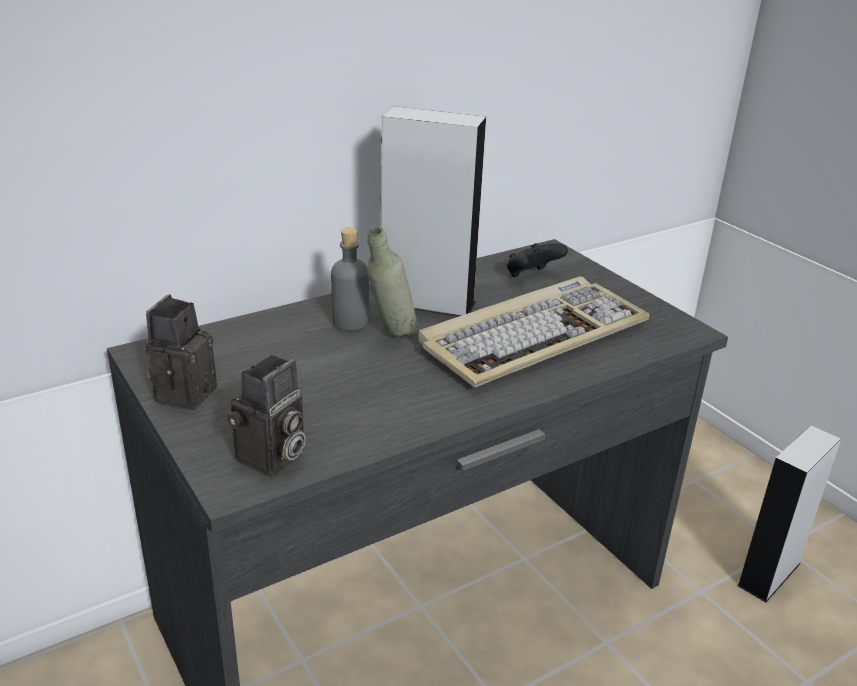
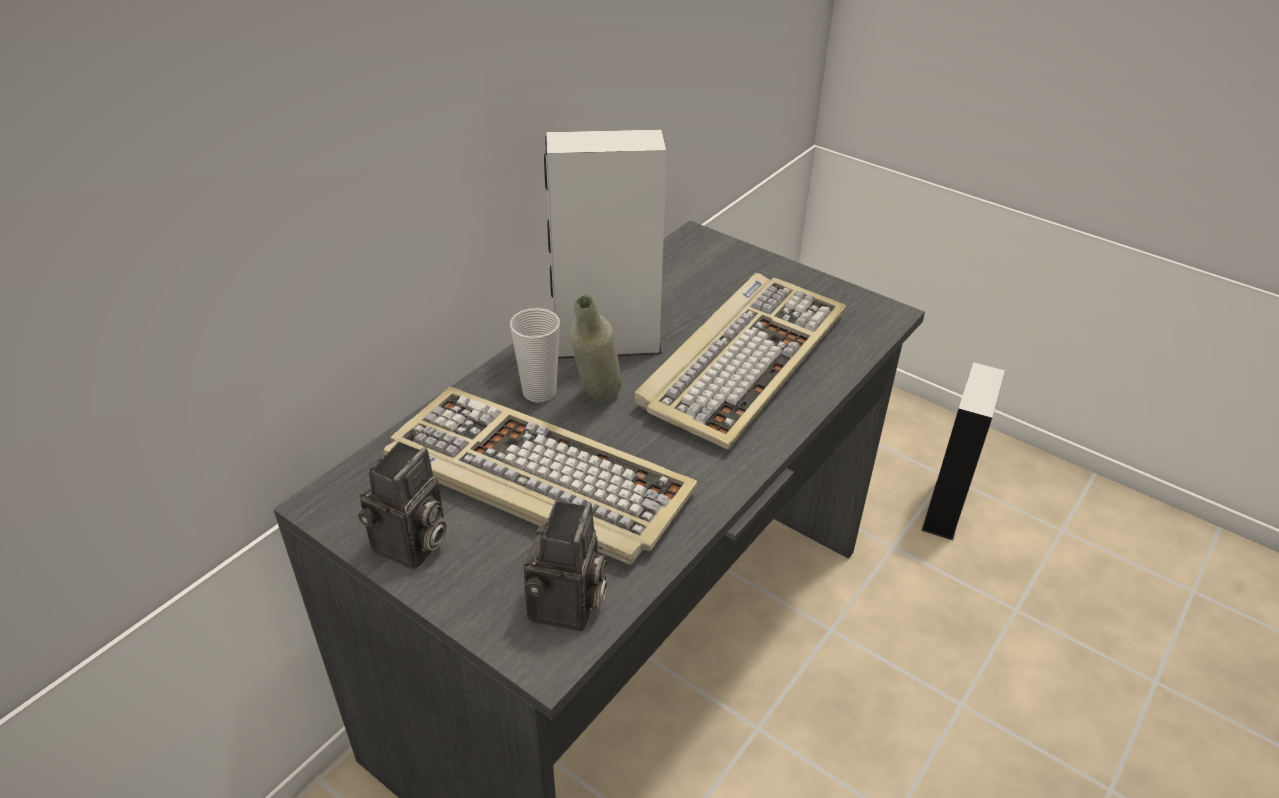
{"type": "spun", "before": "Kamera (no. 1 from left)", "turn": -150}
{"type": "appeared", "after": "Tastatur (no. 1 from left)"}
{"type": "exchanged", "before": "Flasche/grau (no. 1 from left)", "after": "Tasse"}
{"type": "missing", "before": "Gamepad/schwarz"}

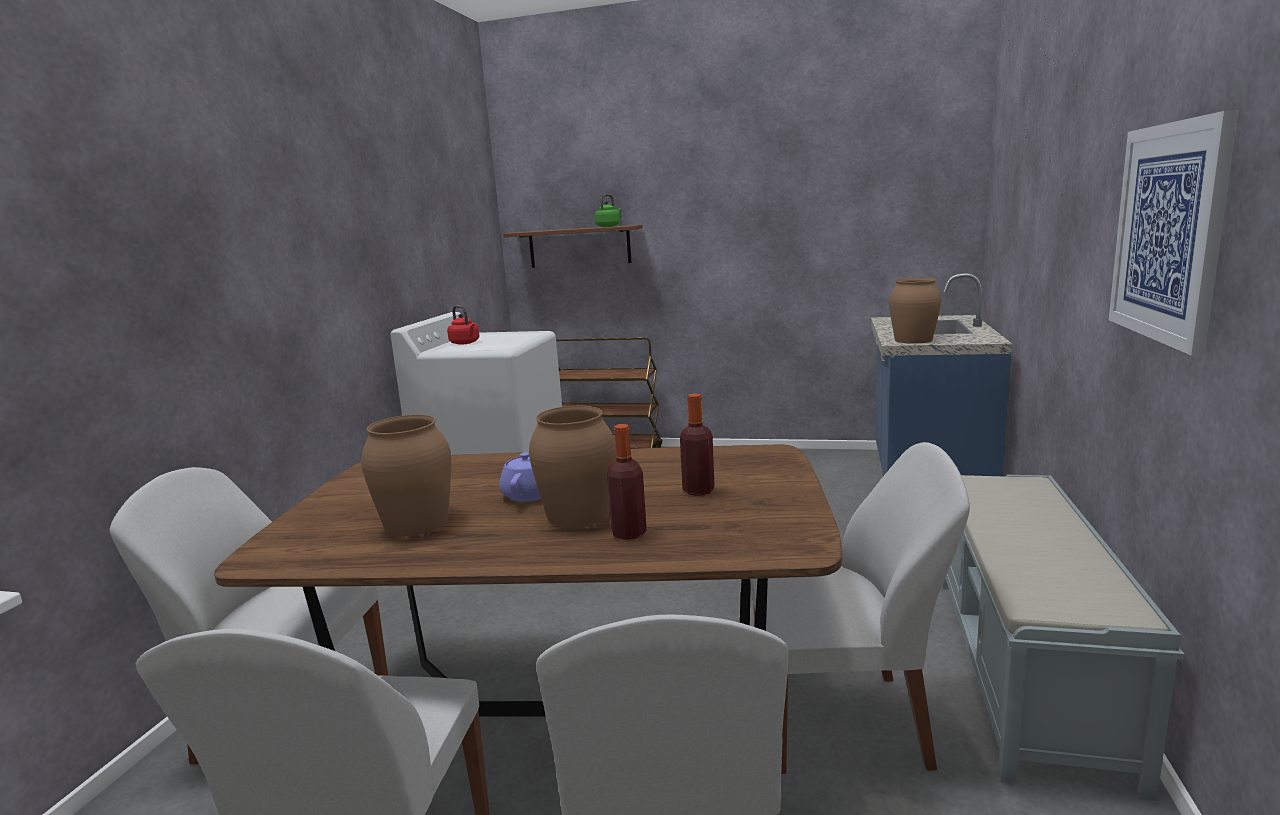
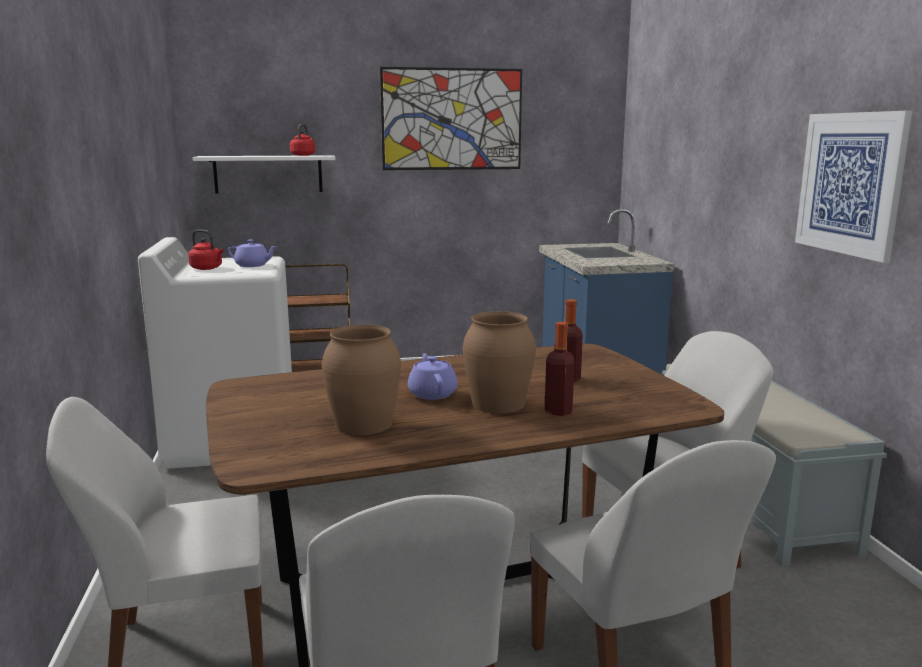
{"type": "colour", "before": "Wandregal/braun", "after": "Wandregal/weiß"}
{"type": "appeared", "after": "Teekanne/lila (no. 1 from left)"}
{"type": "colour", "before": "Wasserkessel/grün", "after": "Wasserkessel/rot (no. 2 from left)"}
{"type": "appeared", "after": "Bild (no. 1 from left)"}
{"type": "missing", "before": "Vase/braun (no. 3 from left)"}

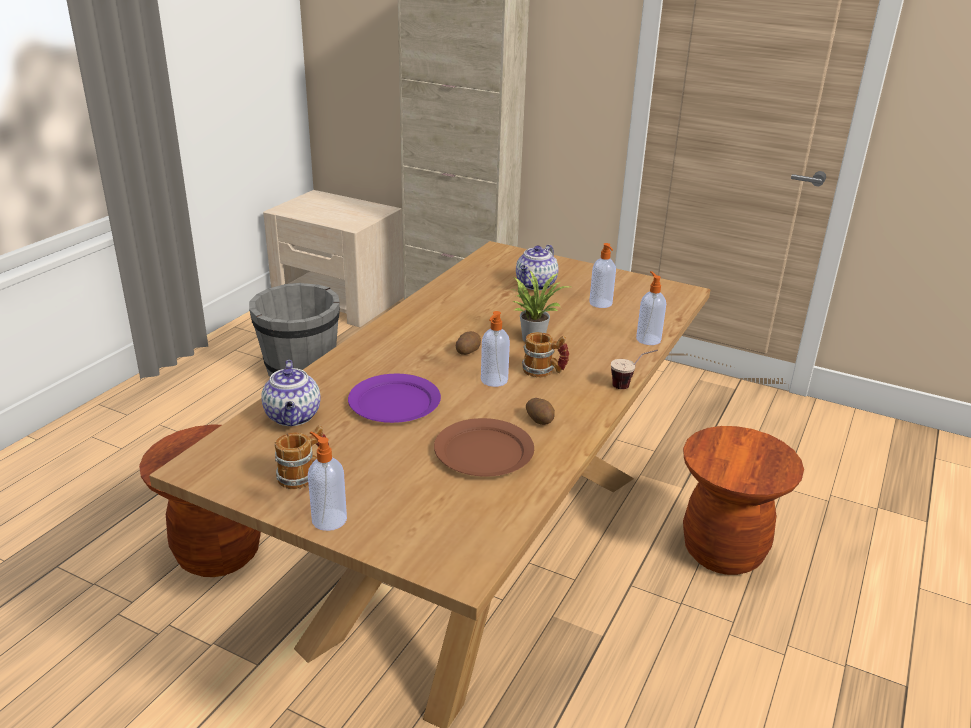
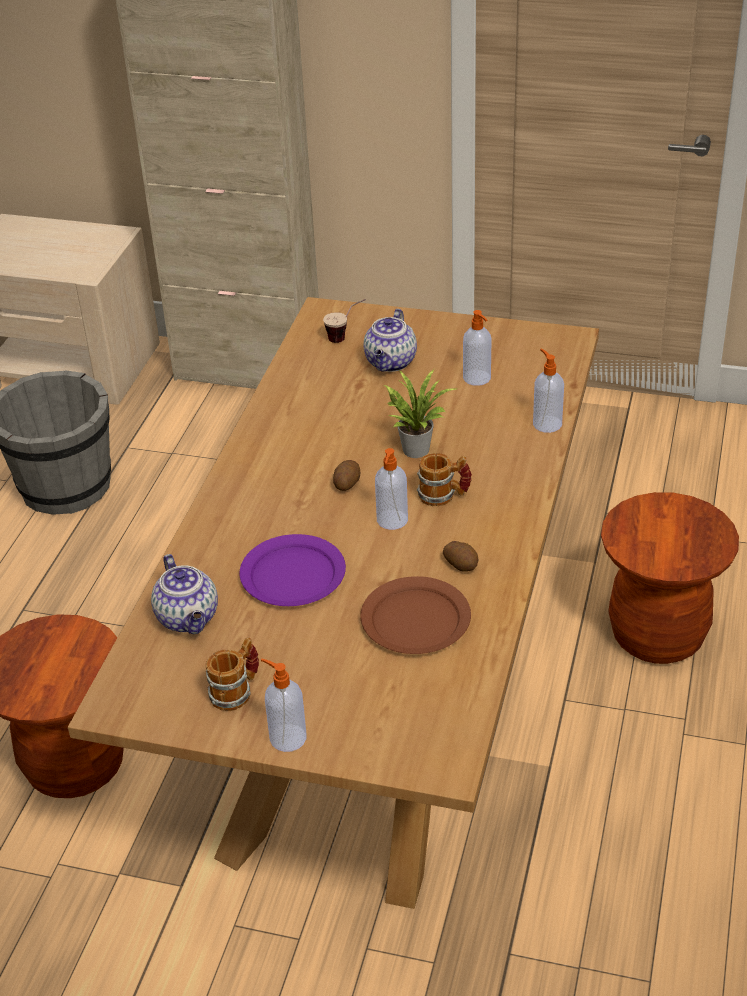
{"type": "relocated", "before": "Tasse"}

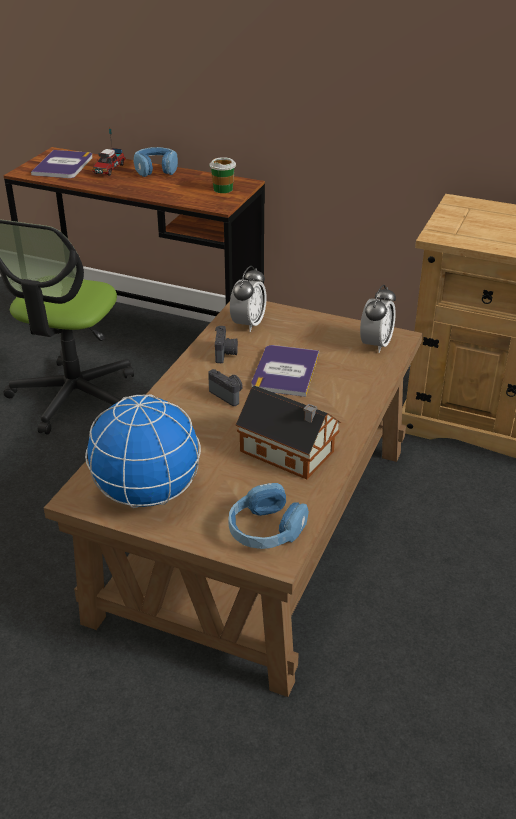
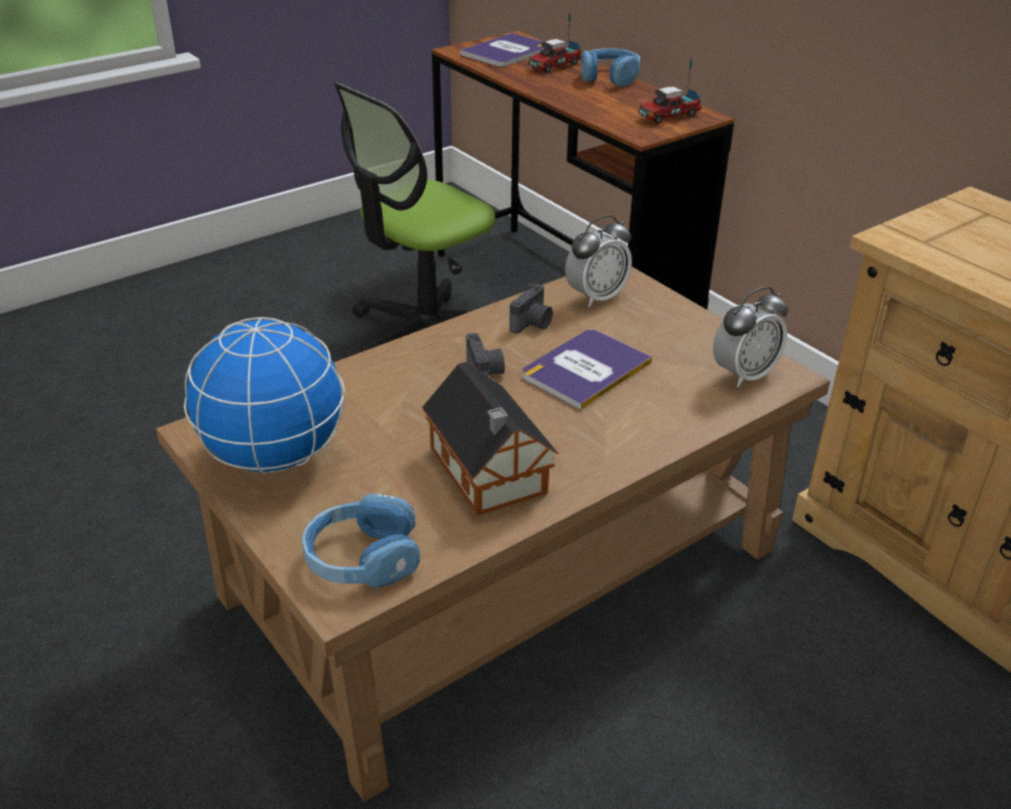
{"type": "exchanged", "before": "Tasse", "after": "Spielzeuglaster (no. 2 from left)"}

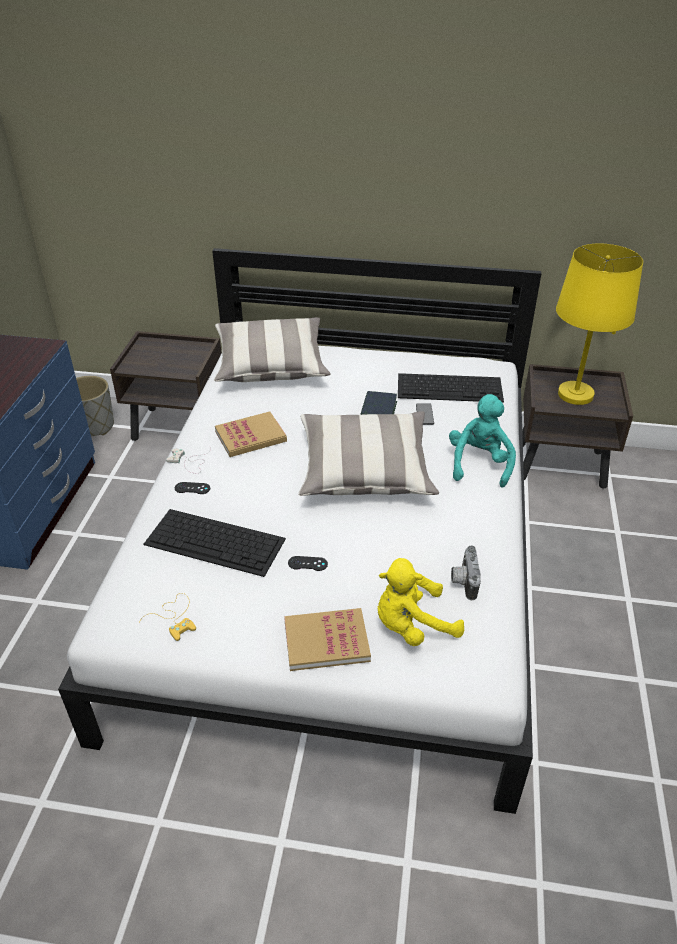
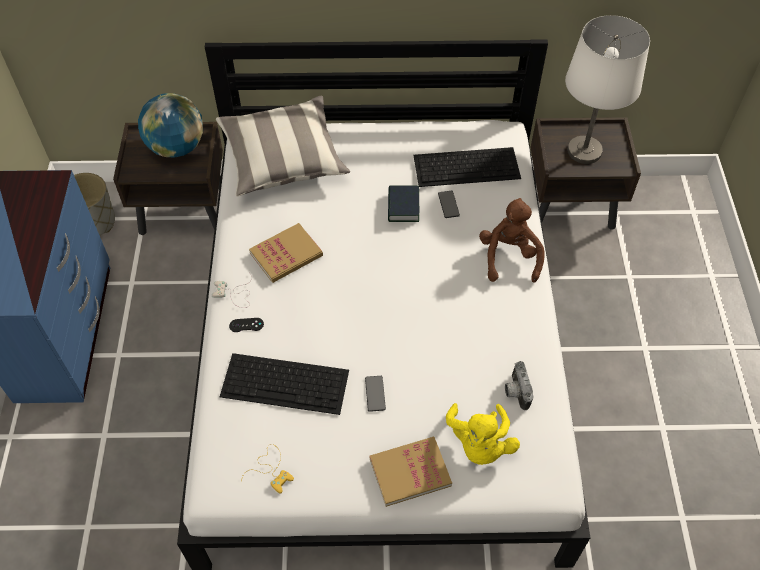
{"type": "appeared", "after": "Globus"}
{"type": "exchanged", "before": "Gamepad/schwarz (no. 2 from left)", "after": "Handy (no. 1 from left)"}
{"type": "spun", "before": "Plüschtier/gelb", "turn": -60}
{"type": "colour", "before": "Plüschtier/türkis", "after": "Plüschtier/braun"}
{"type": "colour", "before": "Tischlampe/gelb", "after": "Tischlampe/weiß"}
{"type": "missing", "before": "Kissen (no. 2 from left)"}

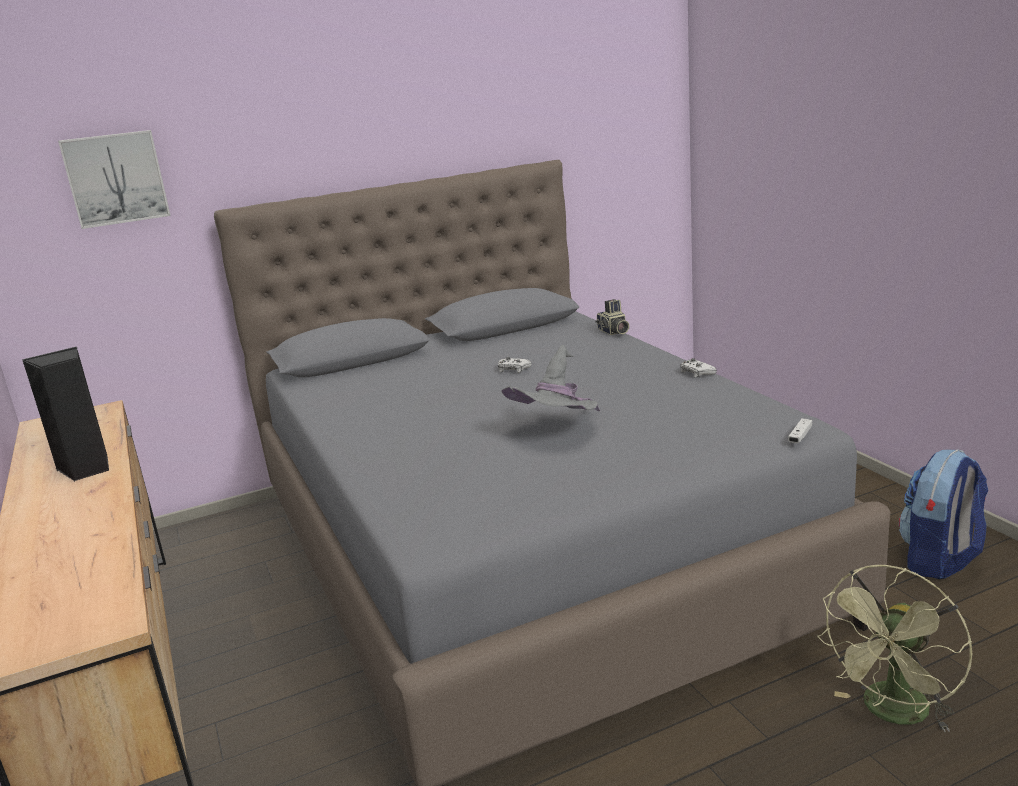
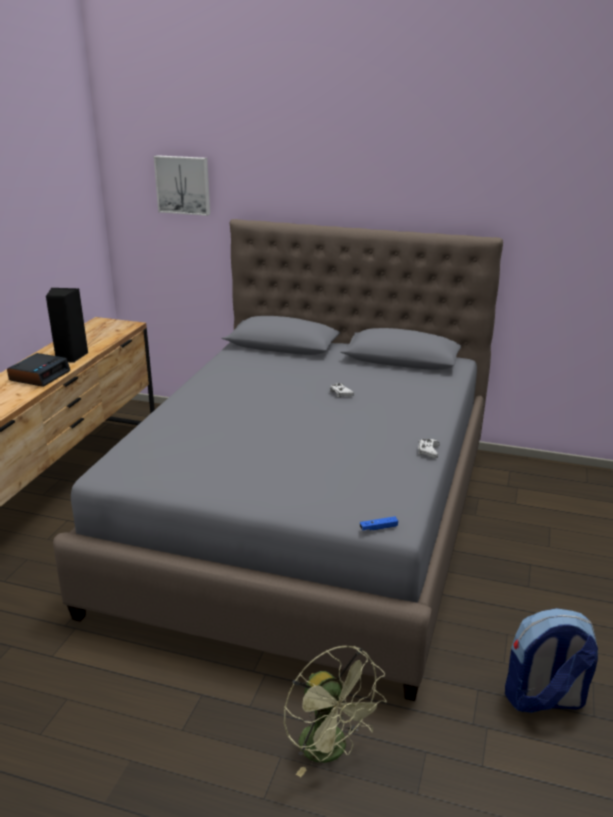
{"type": "appeared", "after": "Wecker"}
{"type": "spun", "before": "Ventilator/grün", "turn": -120}
{"type": "colour", "before": "Gamepad/weiß (no. 3 from left)", "after": "Gamepad/blau"}
{"type": "missing", "before": "Hut/grau"}
{"type": "missing", "before": "Kamera"}

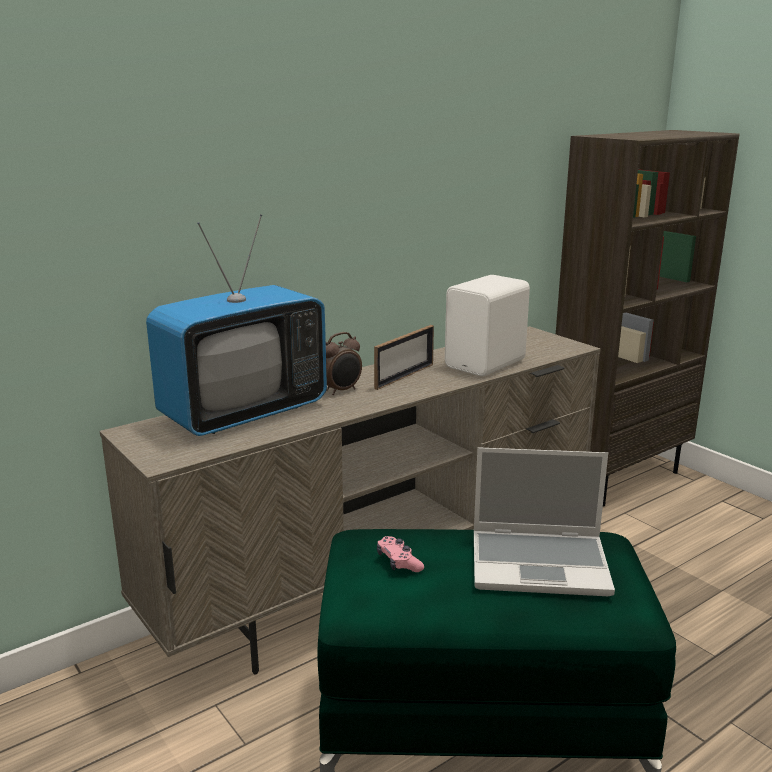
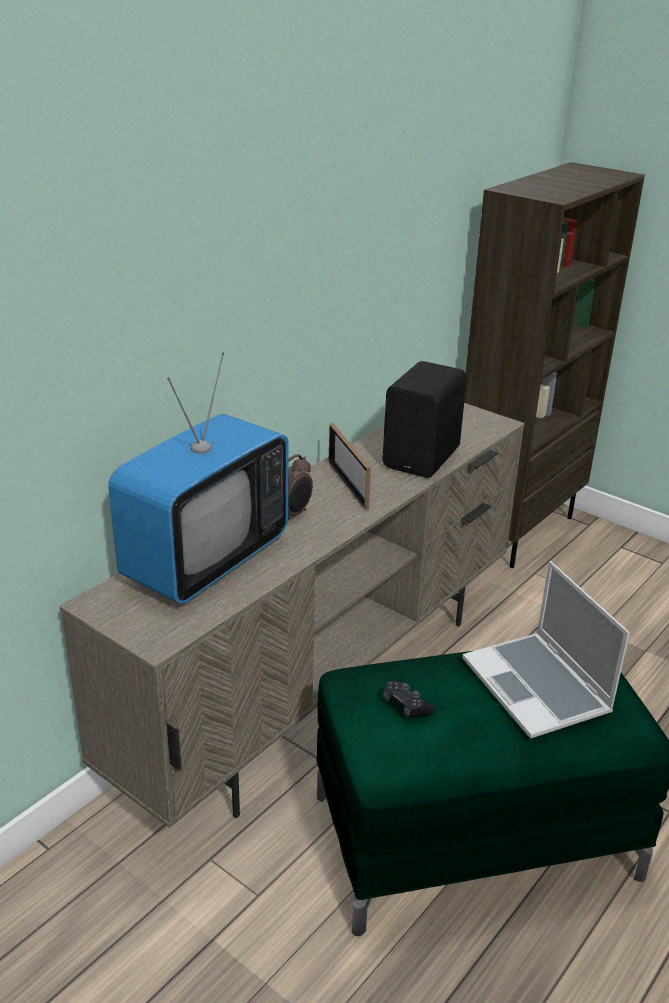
{"type": "spun", "before": "Bilderrahmen", "turn": 135}
{"type": "colour", "before": "Lautsprecher/weiß", "after": "Lautsprecher/schwarz"}
{"type": "colour", "before": "Gamepad/rosa", "after": "Gamepad/schwarz"}
{"type": "spun", "before": "Laptop", "turn": 75}

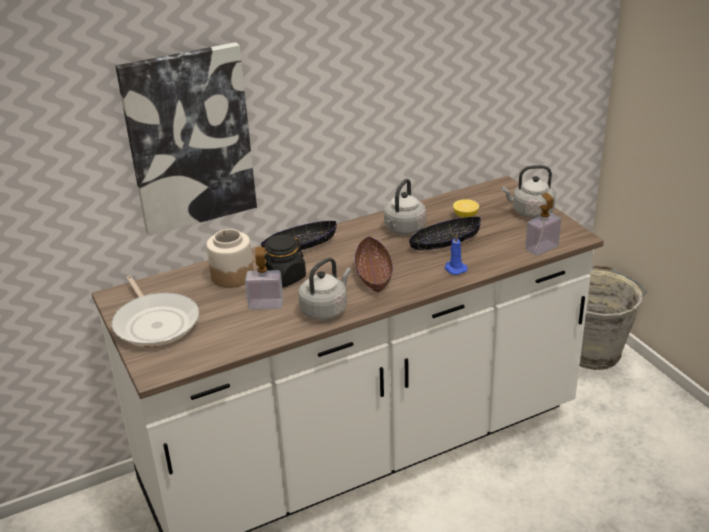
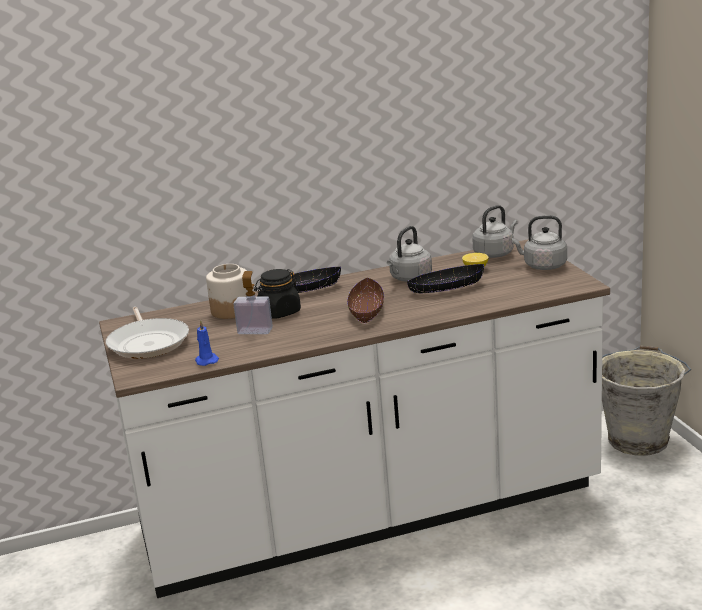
{"type": "relocated", "before": "Kerze/blau"}
{"type": "relocated", "before": "Wasserkessel/grau (no. 1 from left in the first image)", "after": "Wasserkessel/grau (no. 2 from left)"}
{"type": "missing", "before": "Bild"}
{"type": "missing", "before": "Seifenspender (no. 2 from left)"}

